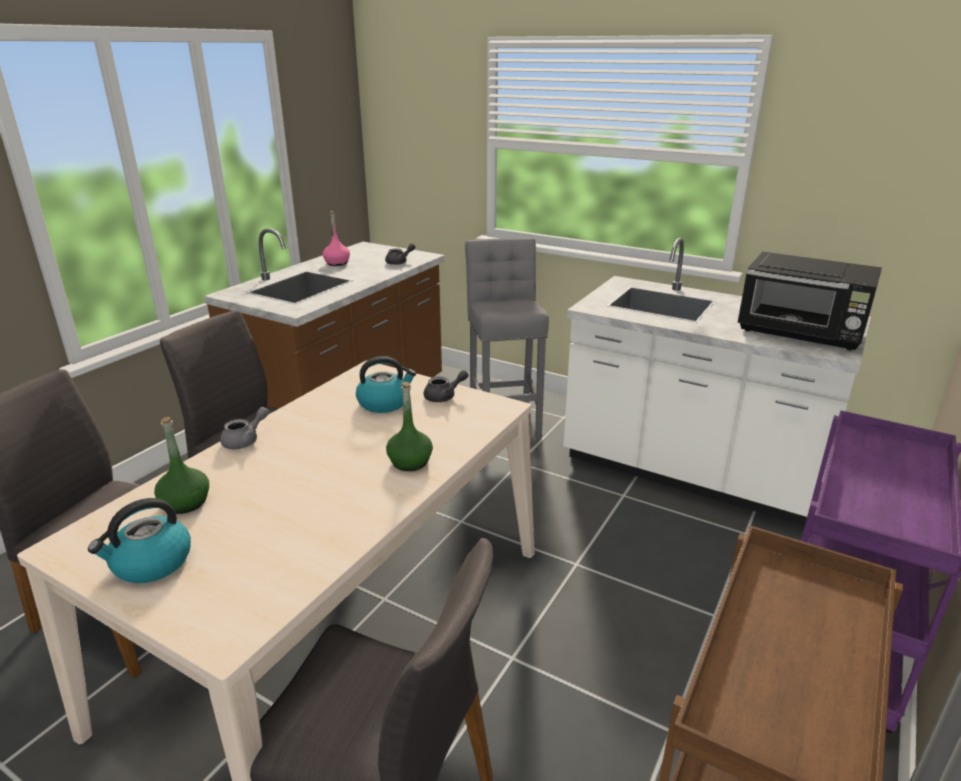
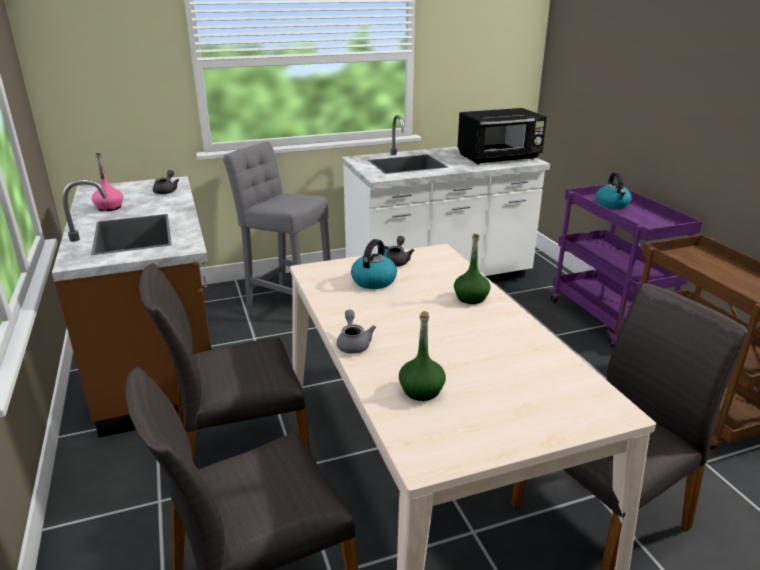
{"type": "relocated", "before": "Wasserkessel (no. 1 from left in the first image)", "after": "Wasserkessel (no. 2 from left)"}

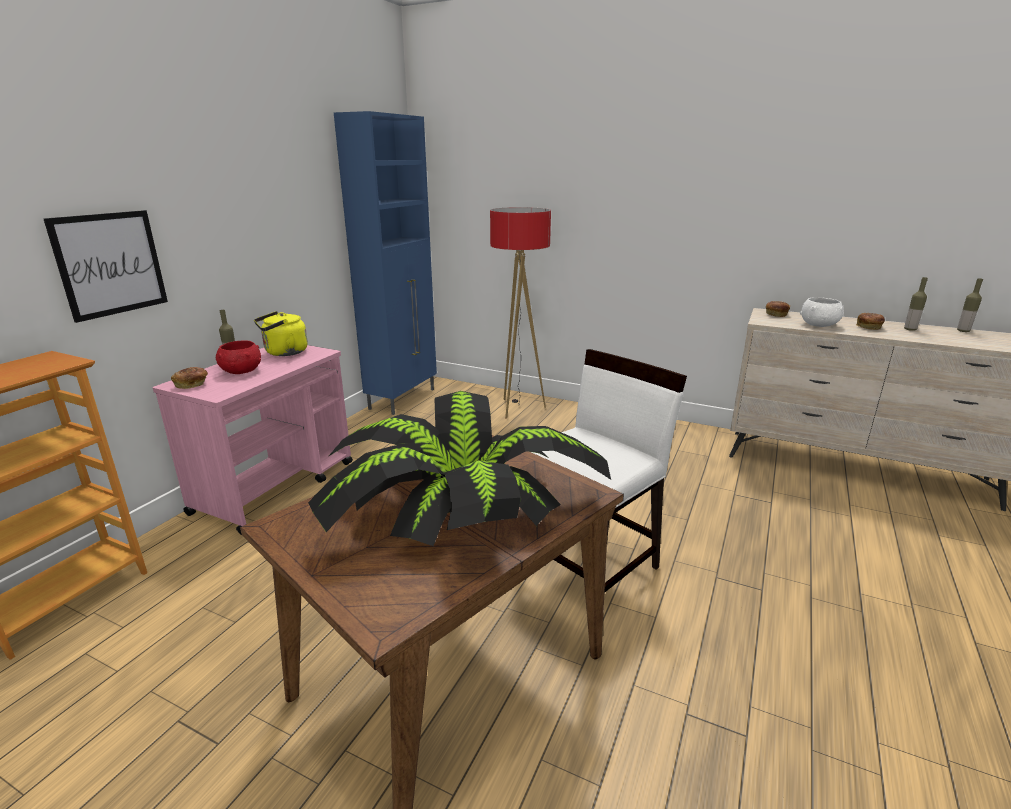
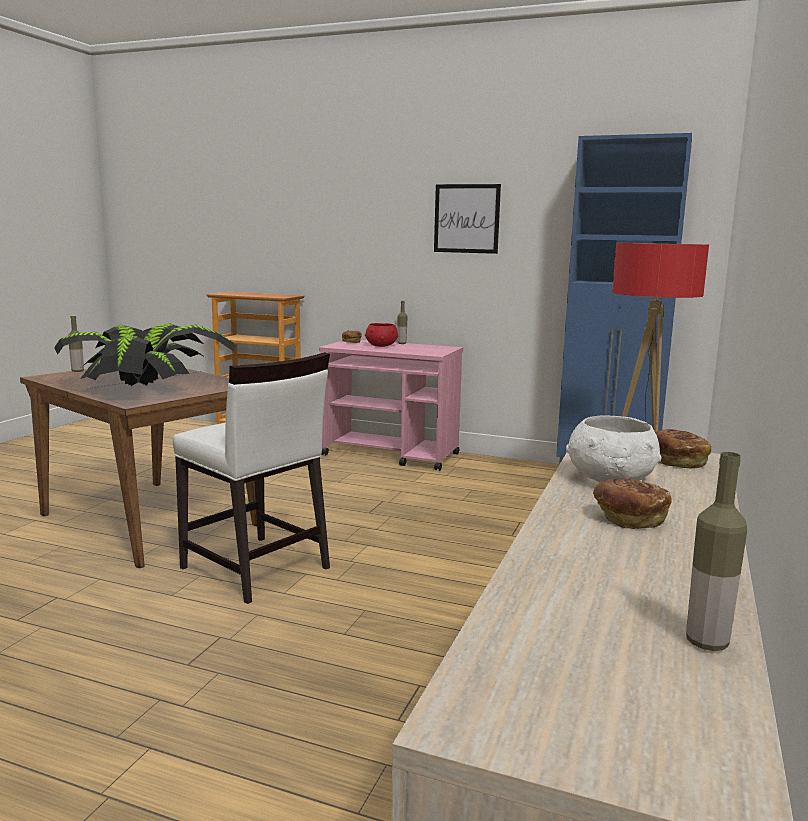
{"type": "relocated", "before": "Flasche (no. 2 from left in the first image)", "after": "Flasche (no. 1 from left)"}
{"type": "relocated", "before": "Bild"}
{"type": "missing", "before": "Wasserkessel/gelb"}

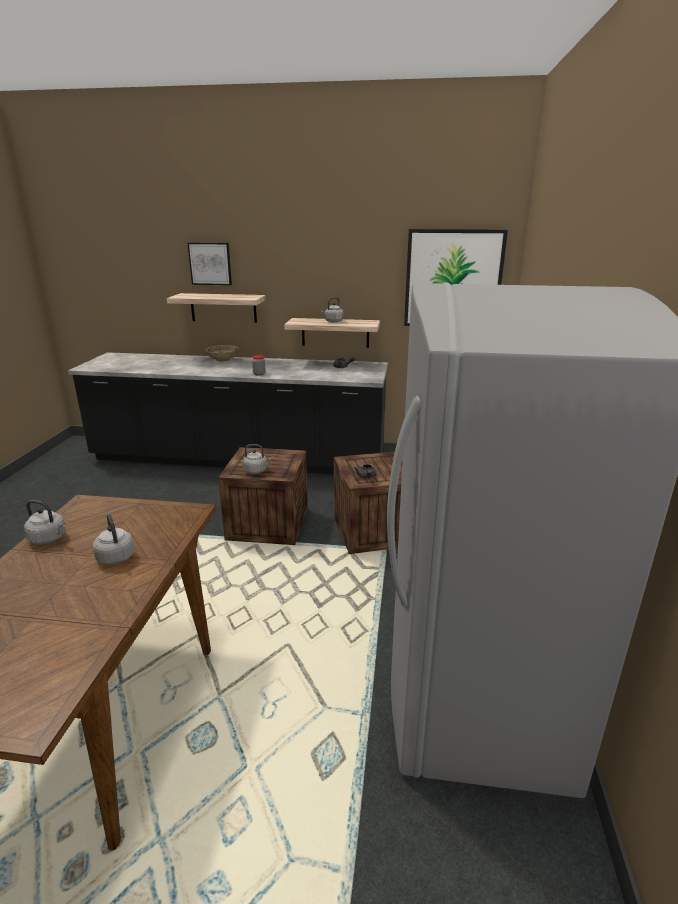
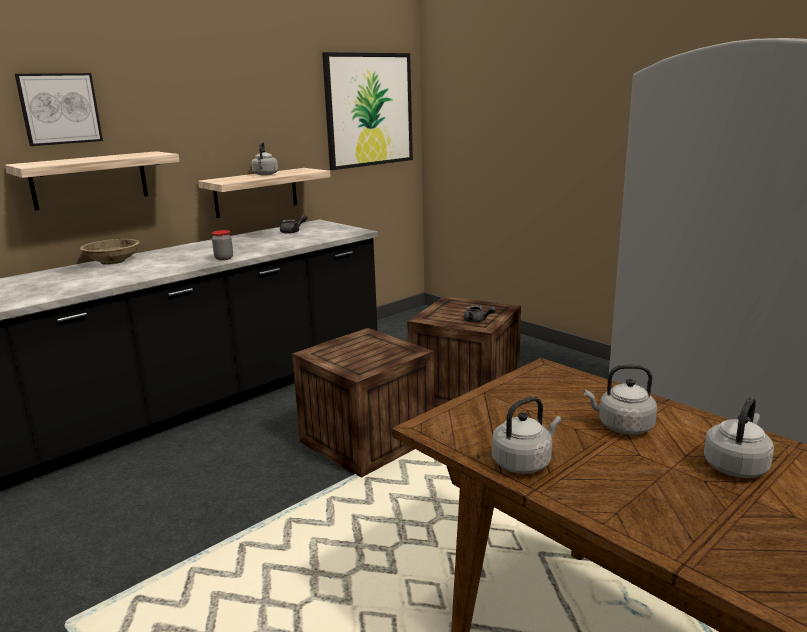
{"type": "relocated", "before": "Wasserkessel/grau (no. 3 from left in the first image)", "after": "Wasserkessel/grau (no. 4 from left)"}

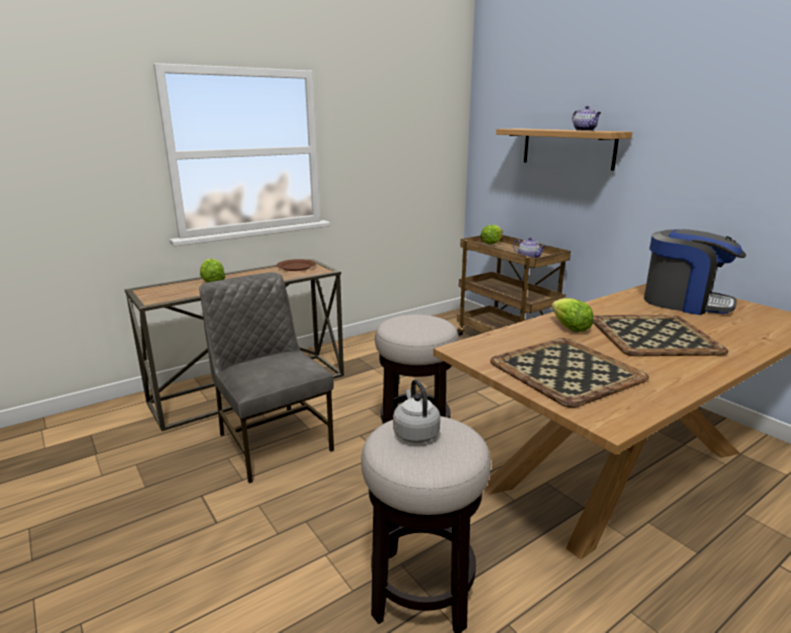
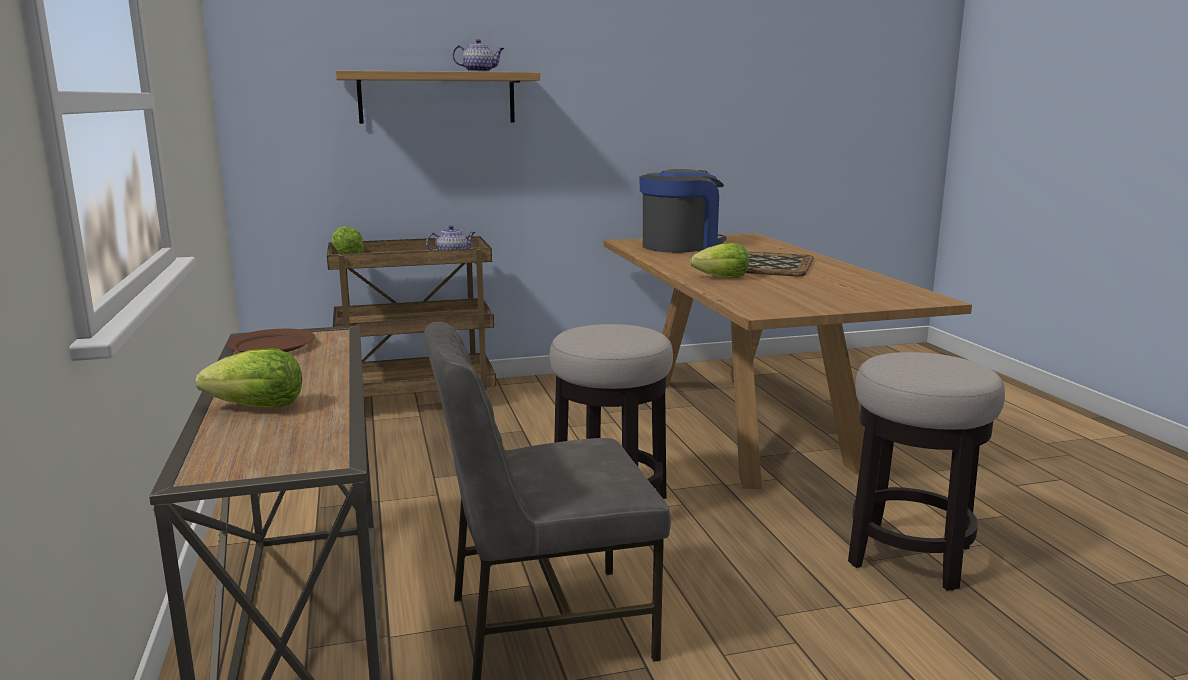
{"type": "missing", "before": "Wasserkessel/grau"}
{"type": "missing", "before": "Tablett (no. 1 from left)"}

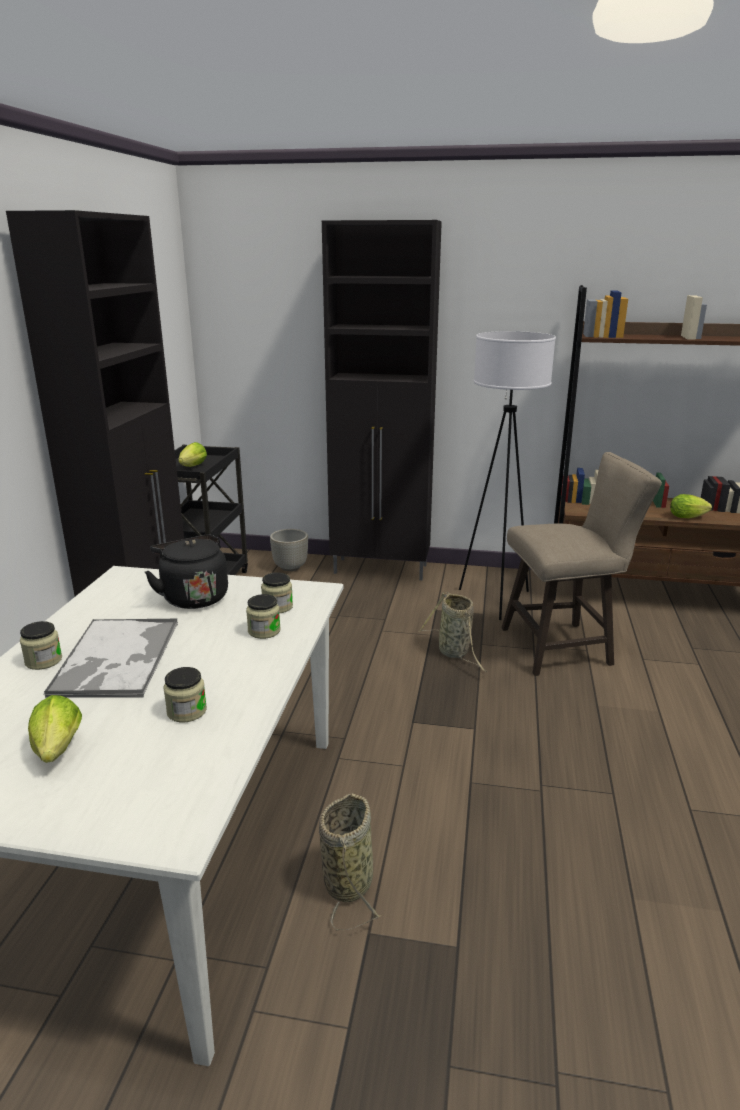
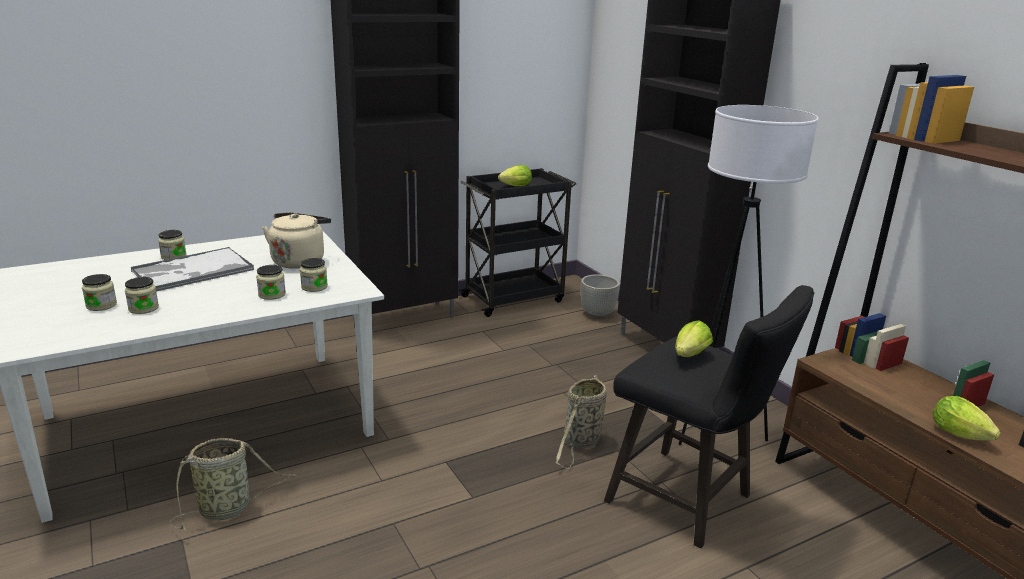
{"type": "appeared", "after": "Vorratsglas (no. 1 from left)"}
{"type": "colour", "before": "Wasserkessel/schwarz", "after": "Wasserkessel/beige"}
{"type": "colour", "before": "Hocker/beige", "after": "Hocker/schwarz"}
{"type": "relocated", "before": "Salatkopf (no. 1 from left in the first image)", "after": "Salatkopf (no. 2 from left)"}

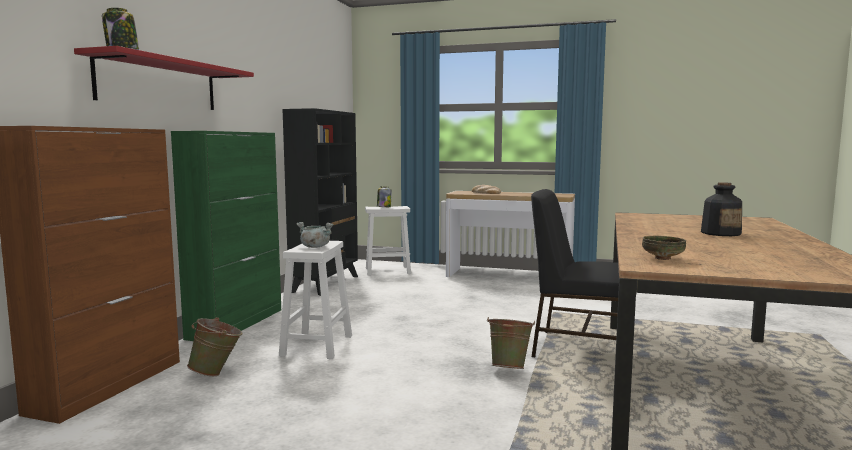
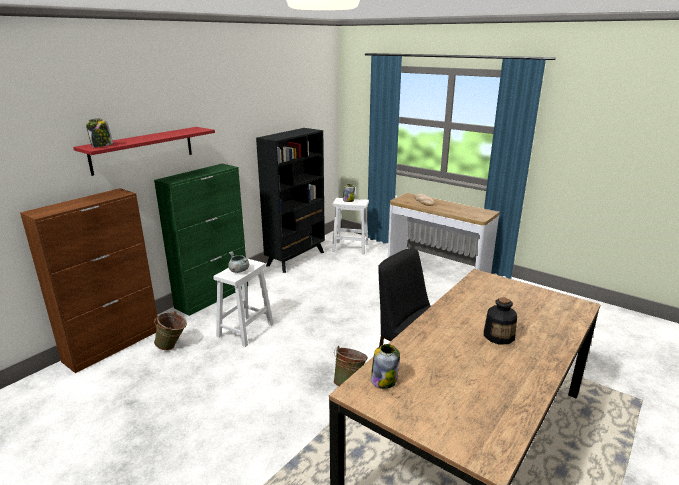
{"type": "exchanged", "before": "Schüssel", "after": "Vorratsglas (no. 3 from left)"}

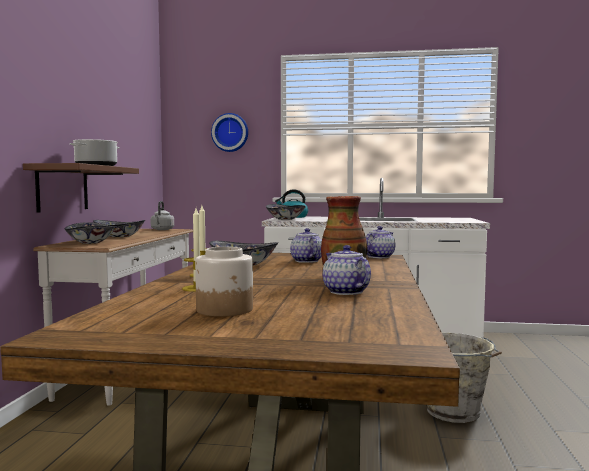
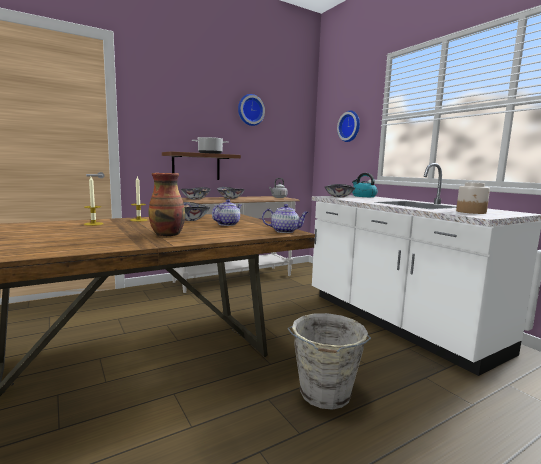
{"type": "appeared", "after": "Wanduhr (no. 1 from left)"}
{"type": "relocated", "before": "Vorratsglas"}
{"type": "missing", "before": "Teekanne (no. 2 from left)"}

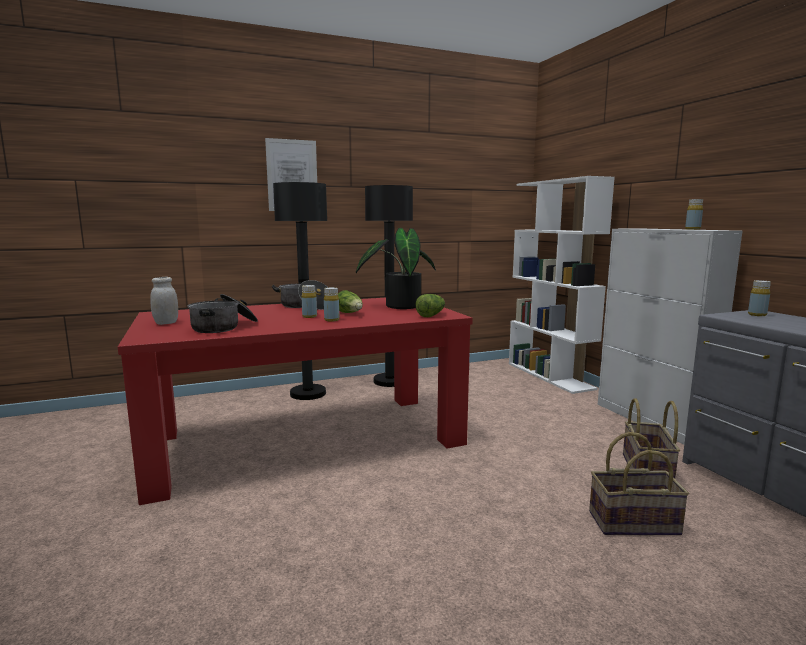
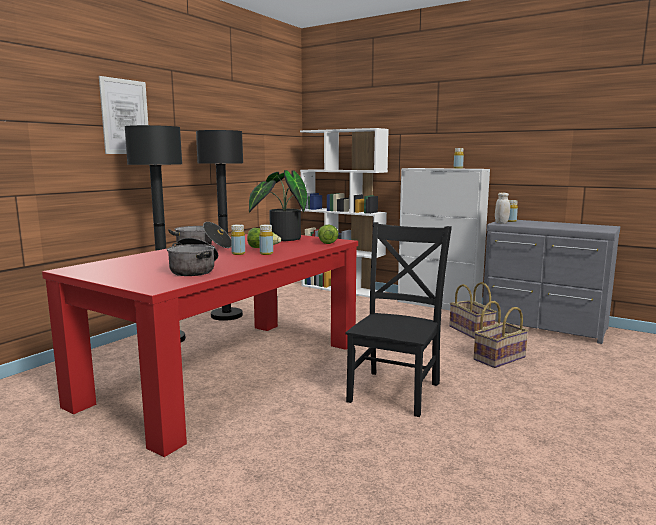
{"type": "appeared", "after": "Stuhl/schwarz"}
{"type": "relocated", "before": "Vorratsglas/weiß"}

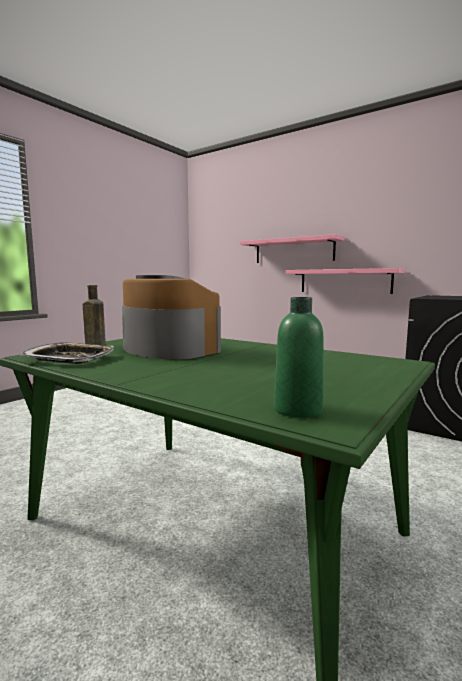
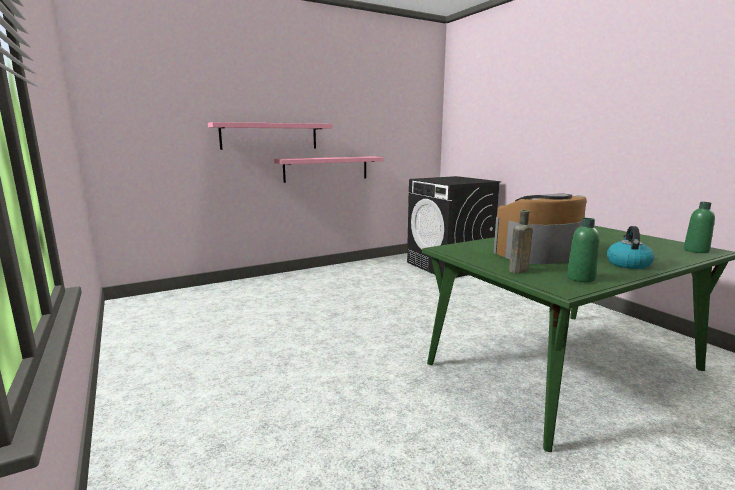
{"type": "exchanged", "before": "Tablett", "after": "Flasche/grün (no. 1 from left)"}
{"type": "appeared", "after": "Wasserkessel"}

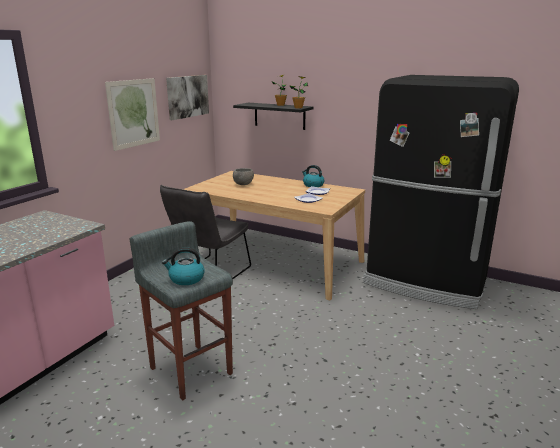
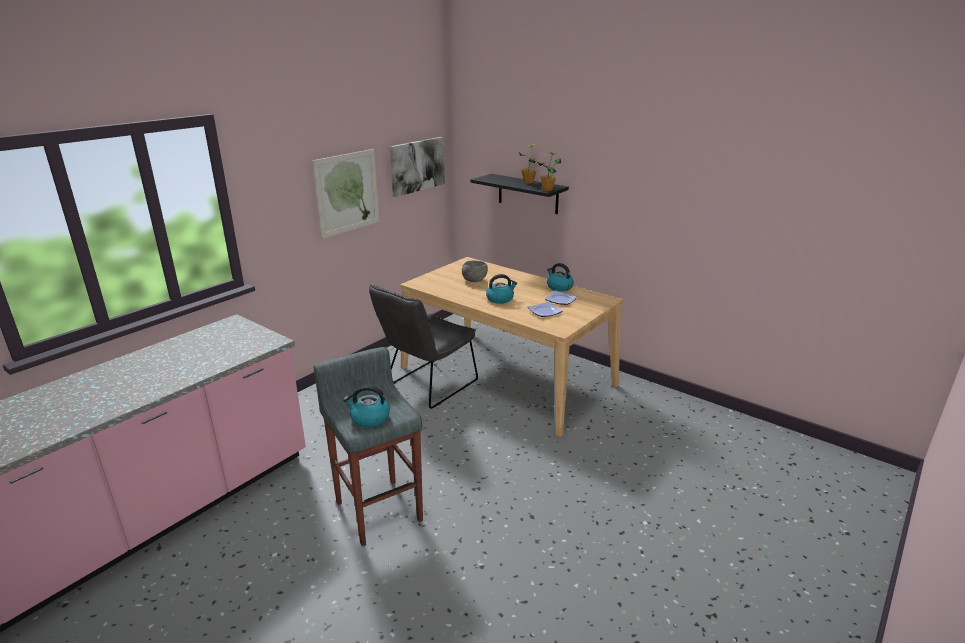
{"type": "appeared", "after": "Wasserkessel (no. 2 from left)"}
{"type": "missing", "before": "Kühlschrank/schwarz"}

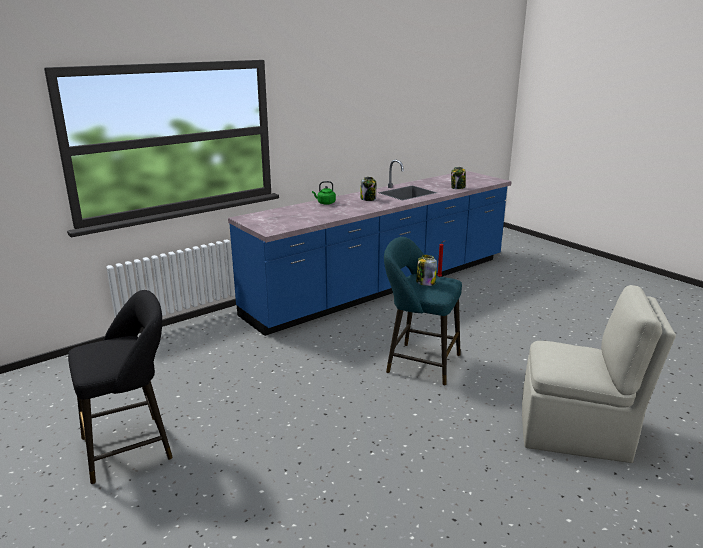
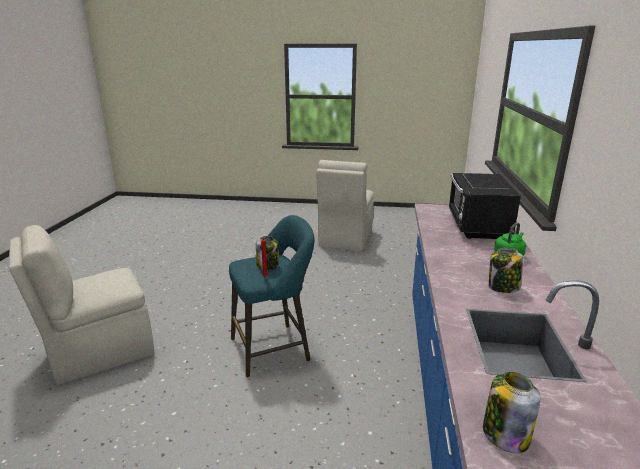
{"type": "exchanged", "before": "Hocker/schwarz", "after": "Stuhl/beige (no. 2 from left)"}
{"type": "appeared", "after": "Mikrowelle/schwarz"}

